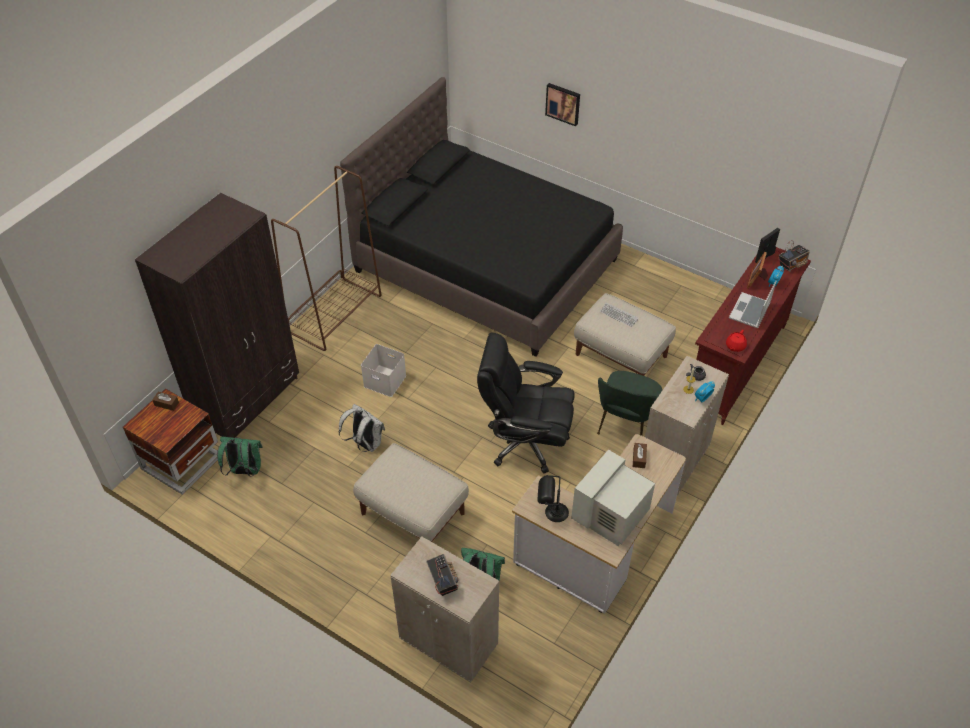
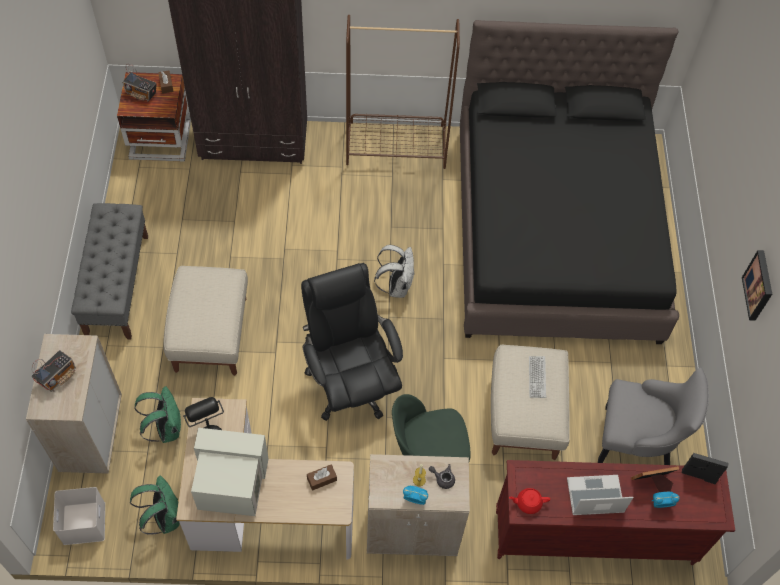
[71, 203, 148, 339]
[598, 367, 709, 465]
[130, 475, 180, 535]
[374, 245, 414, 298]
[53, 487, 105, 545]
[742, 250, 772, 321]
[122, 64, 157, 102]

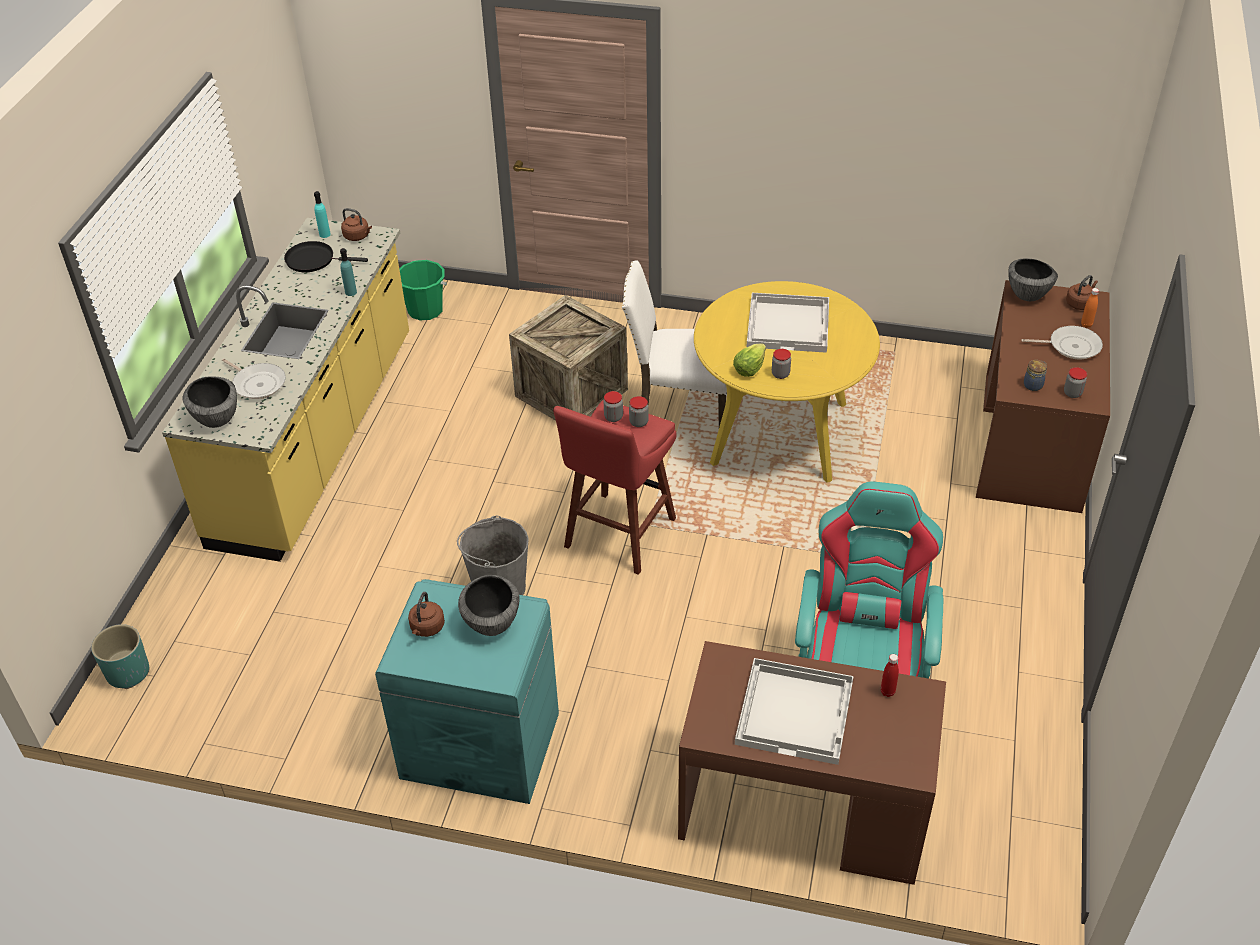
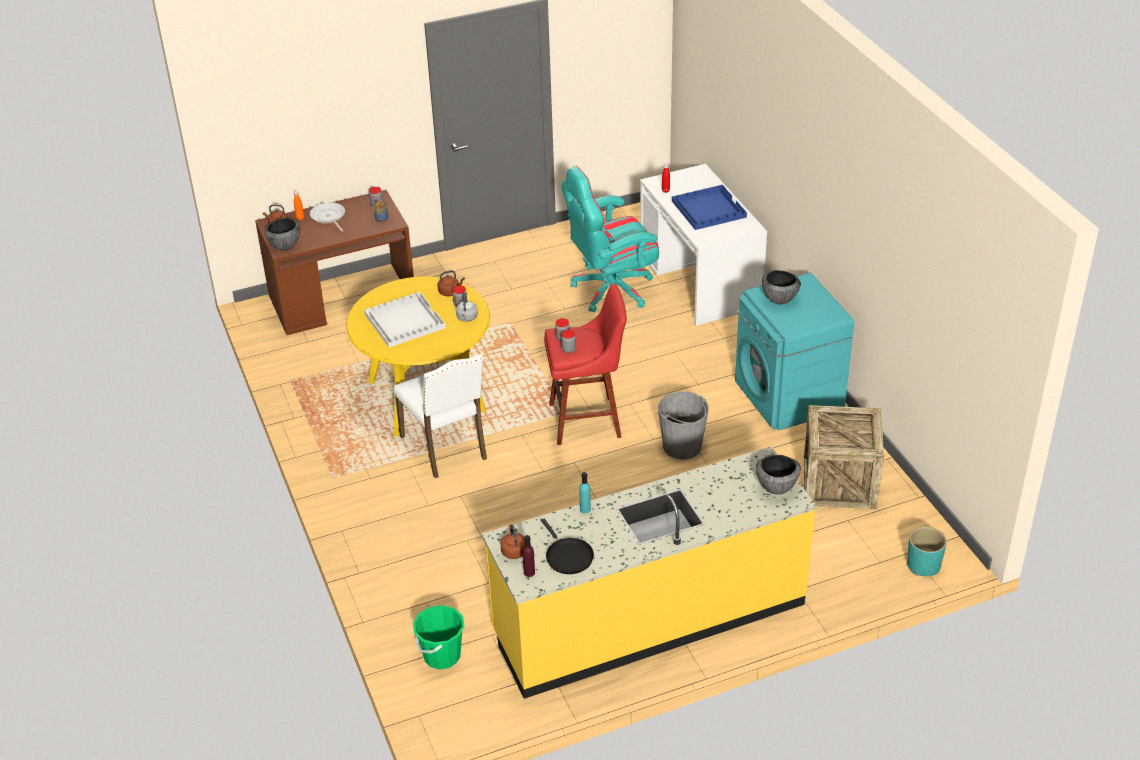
[222, 358, 286, 399] (first image)
[438, 270, 465, 296]
[804, 405, 884, 509]
[456, 293, 478, 322]
[523, 535, 535, 577]
[640, 164, 767, 326]
[672, 185, 747, 230]

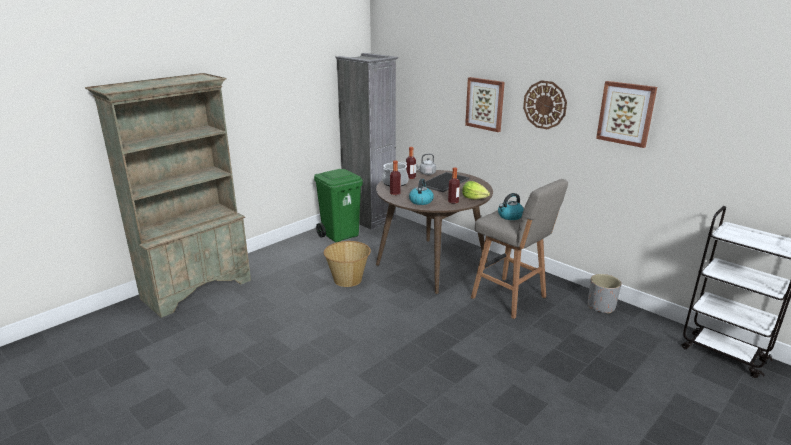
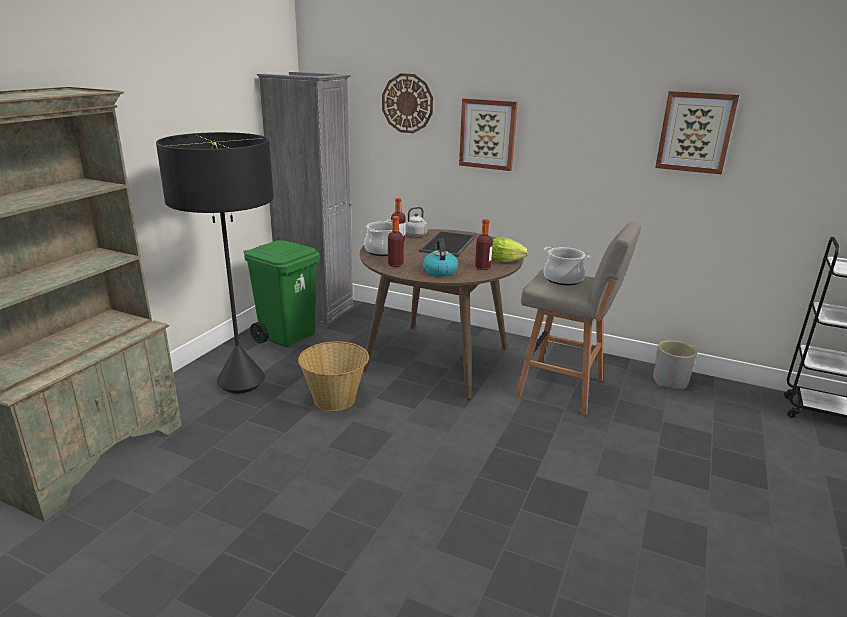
[156, 132, 274, 393]
[382, 73, 433, 133]
[544, 247, 590, 285]

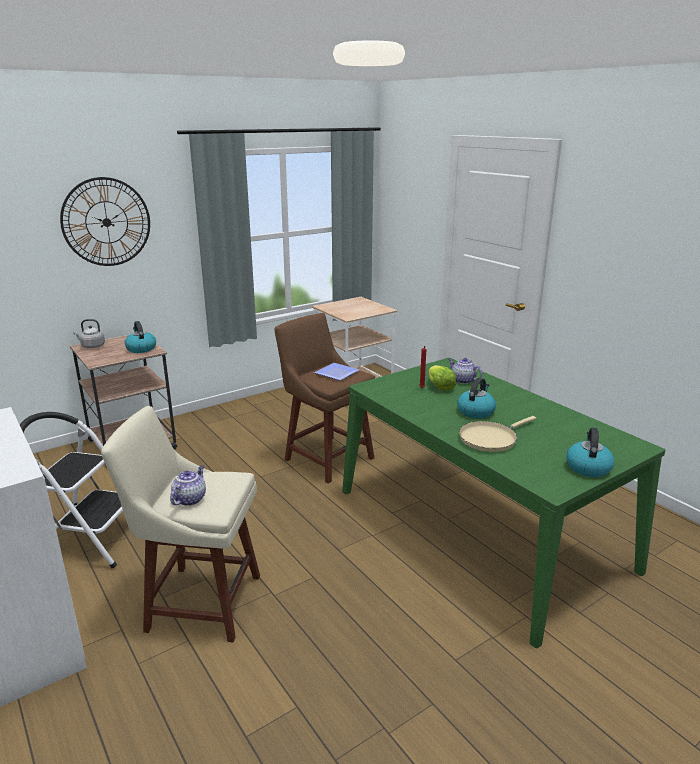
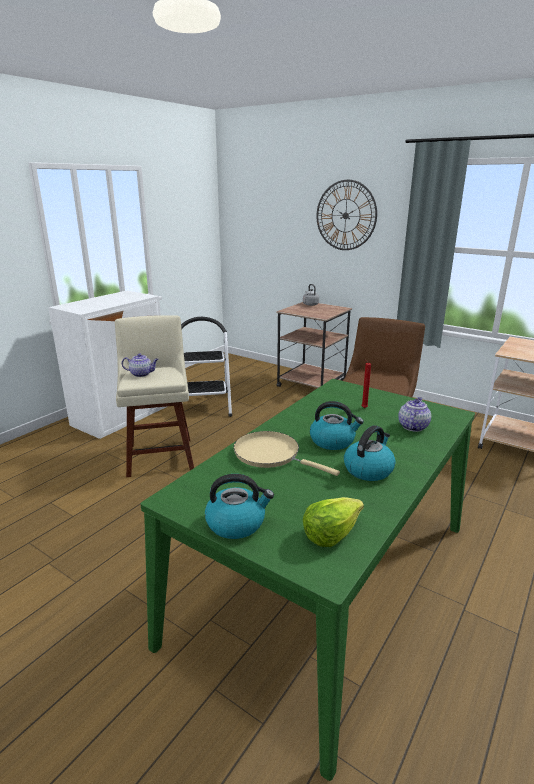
[314, 363, 360, 380] (first image)
[344, 425, 396, 481]
[303, 497, 364, 547]

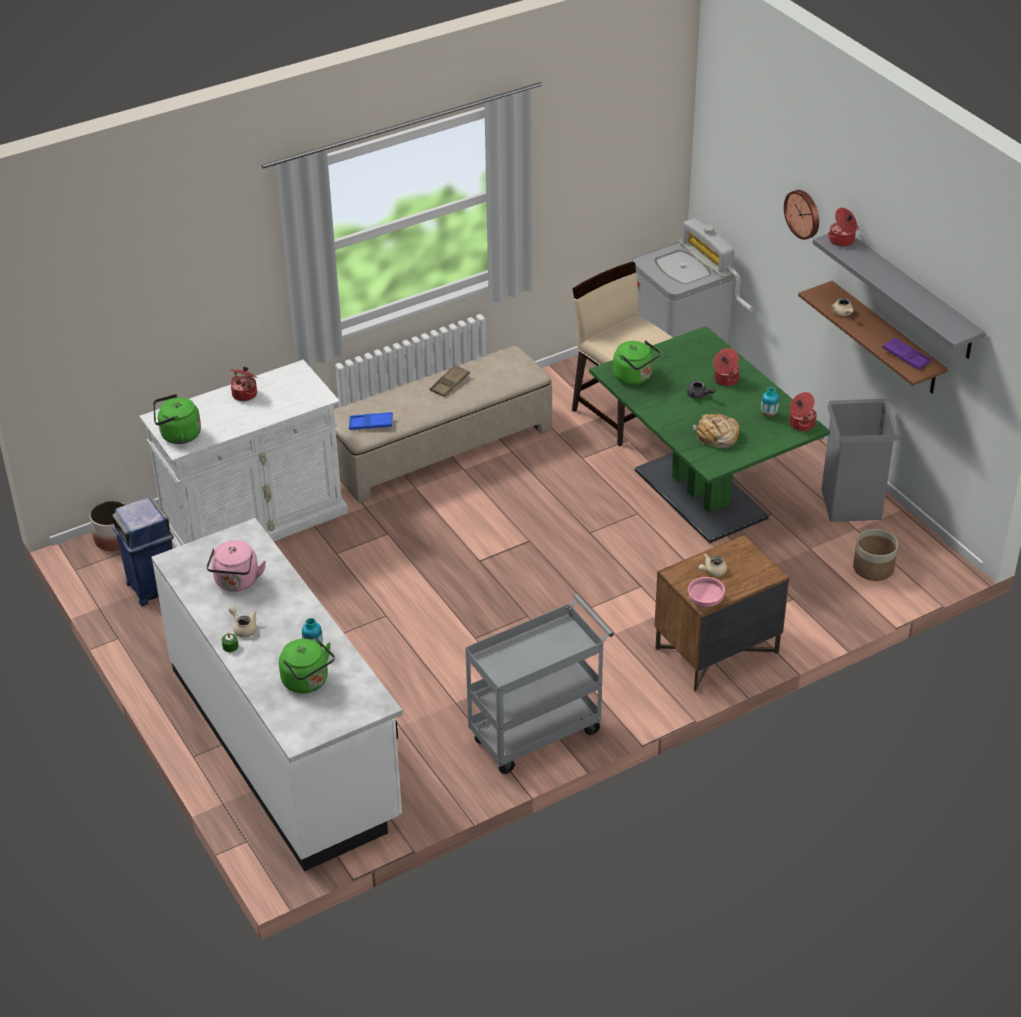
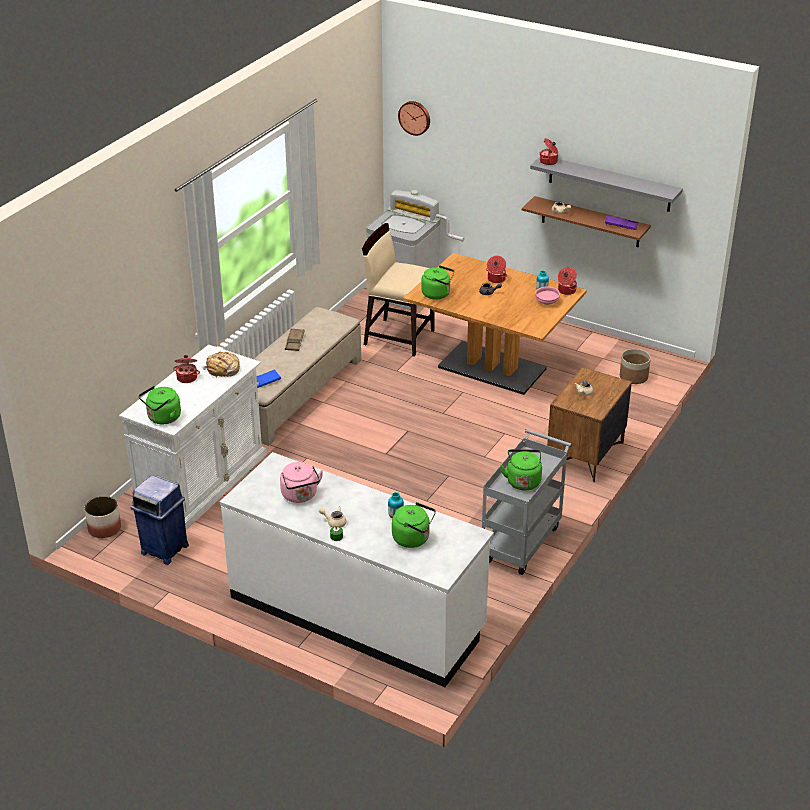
[821, 399, 898, 522] (first image)
[500, 449, 542, 490]
[535, 286, 560, 305]
[202, 352, 240, 378]
[398, 101, 430, 136]
[403, 253, 587, 395]

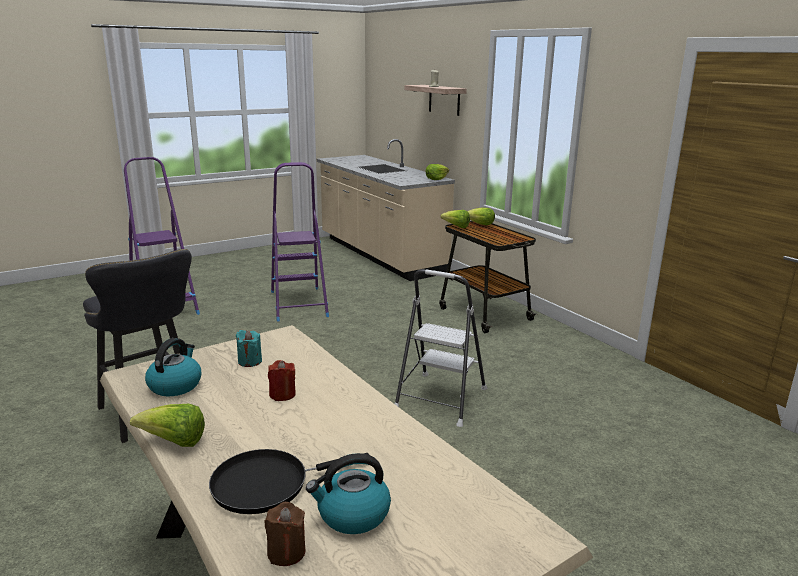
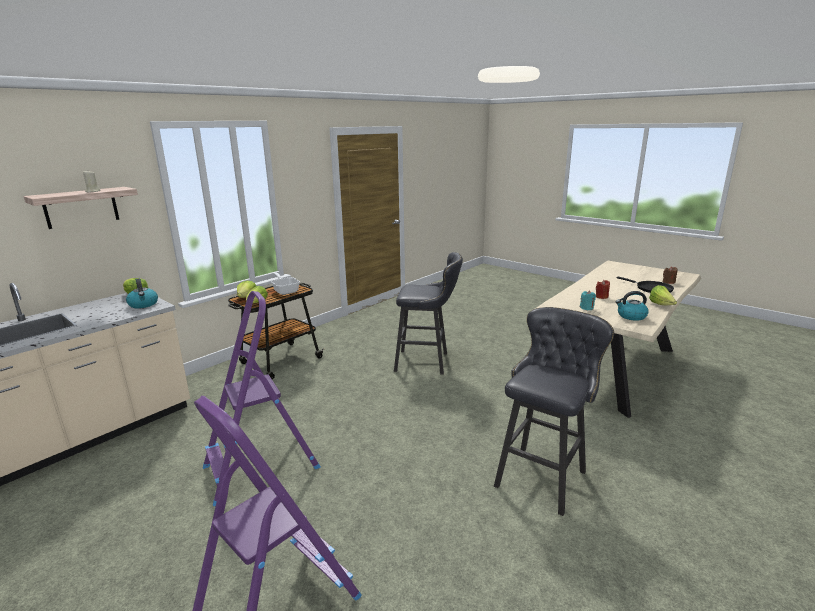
[271, 272, 300, 295]
[126, 278, 158, 308]
[394, 252, 463, 375]

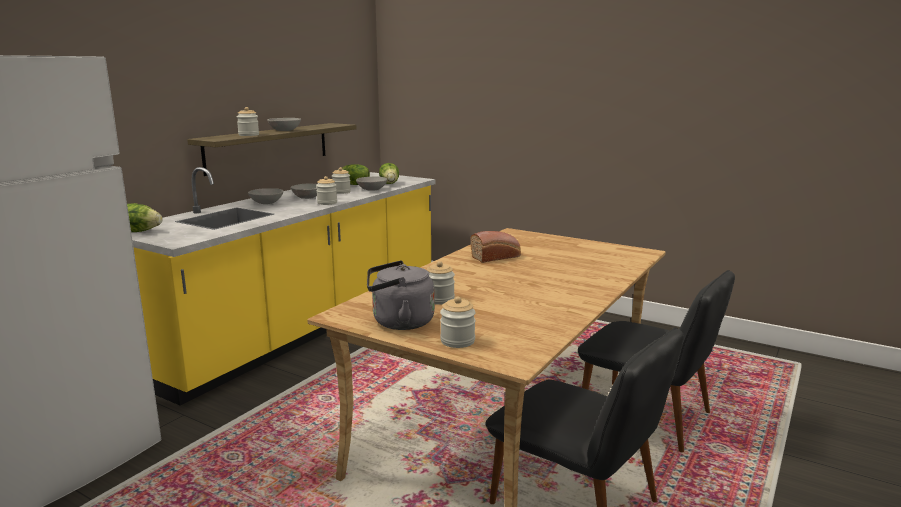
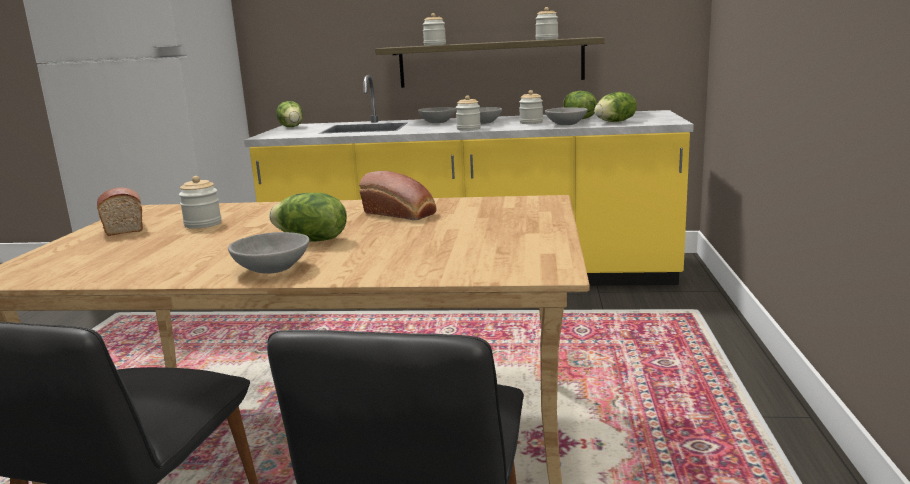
[269, 193, 347, 242]
[228, 232, 309, 274]
[535, 7, 558, 40]
[97, 188, 143, 236]

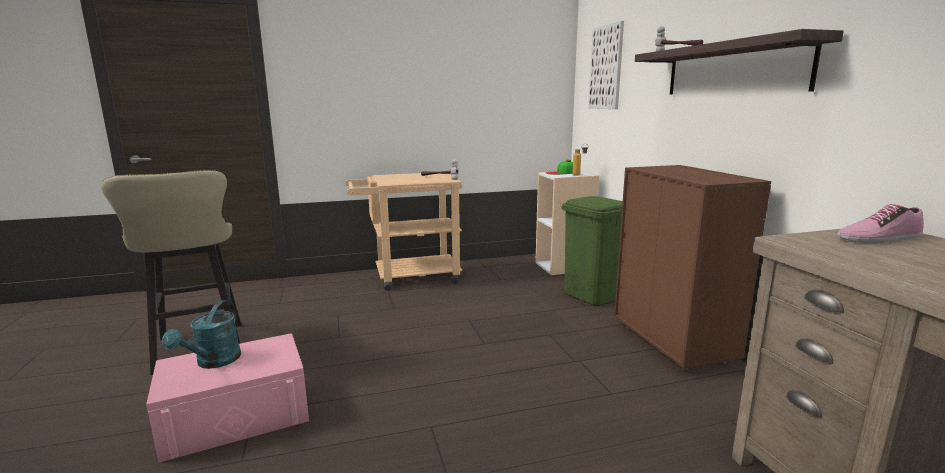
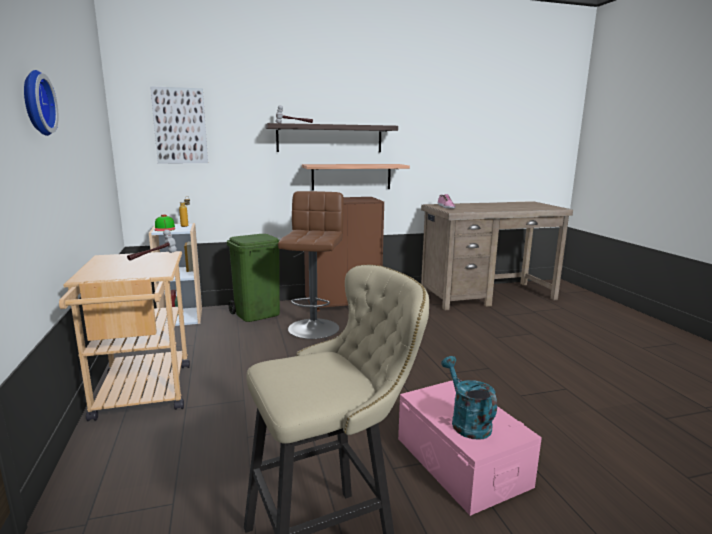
[24, 70, 58, 136]
[278, 191, 344, 339]
[302, 164, 410, 191]
[441, 356, 497, 440]

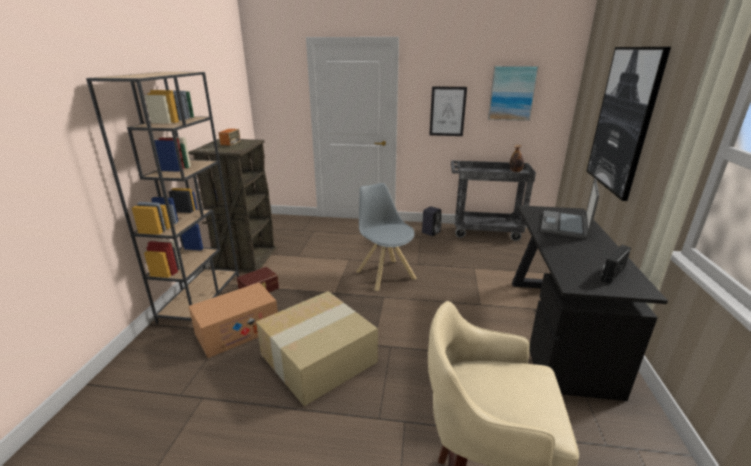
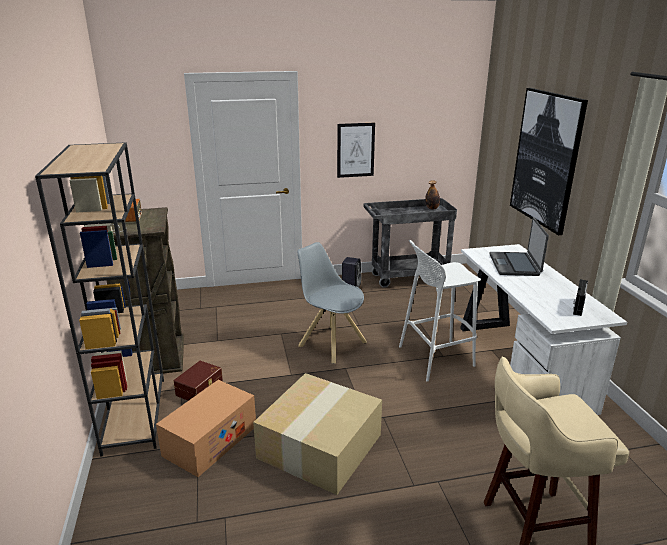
[488, 66, 539, 121] (first image)
[399, 240, 481, 382]
[460, 244, 627, 415]

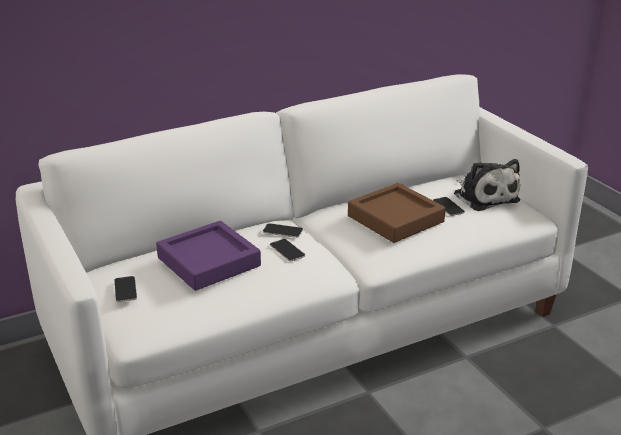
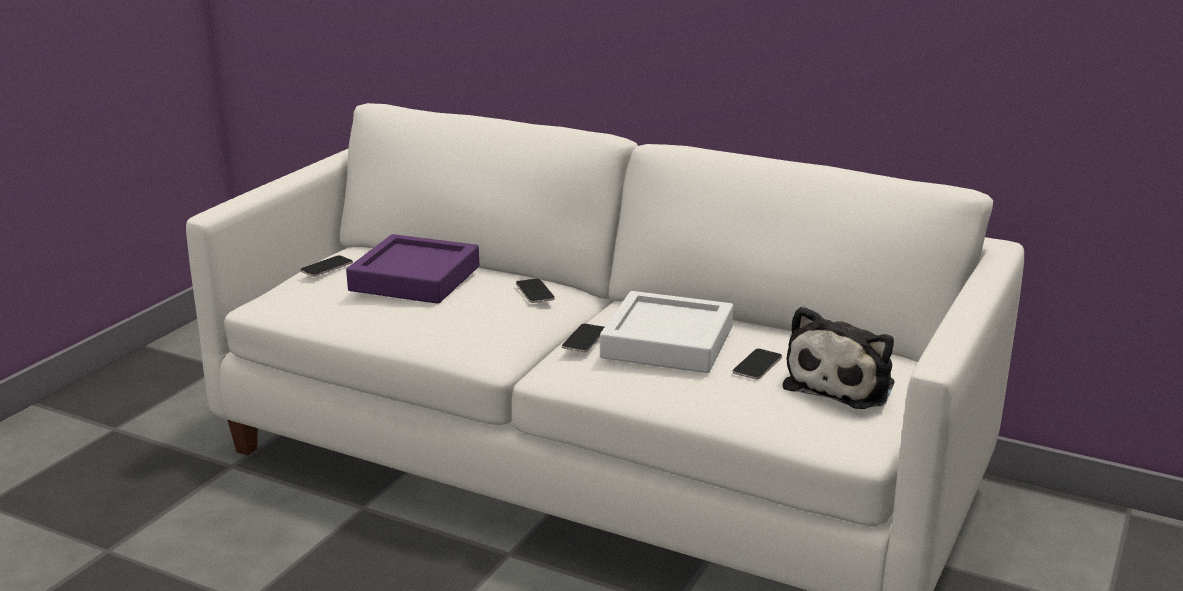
[562, 323, 604, 352]
[600, 291, 733, 373]

